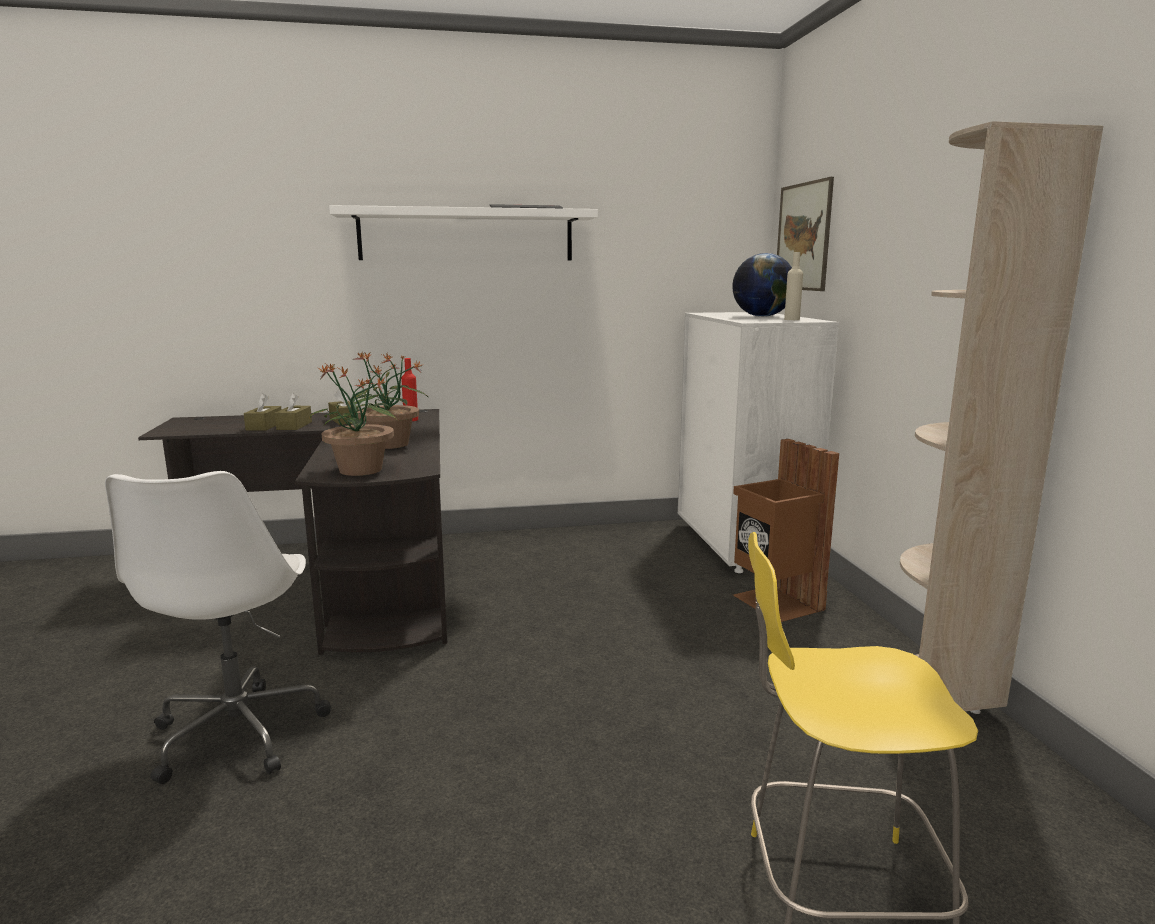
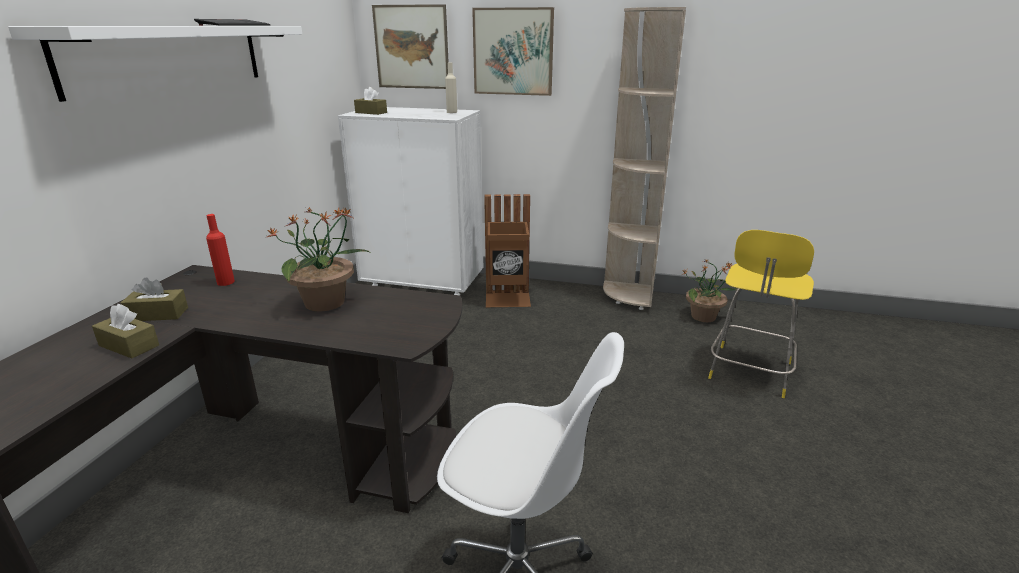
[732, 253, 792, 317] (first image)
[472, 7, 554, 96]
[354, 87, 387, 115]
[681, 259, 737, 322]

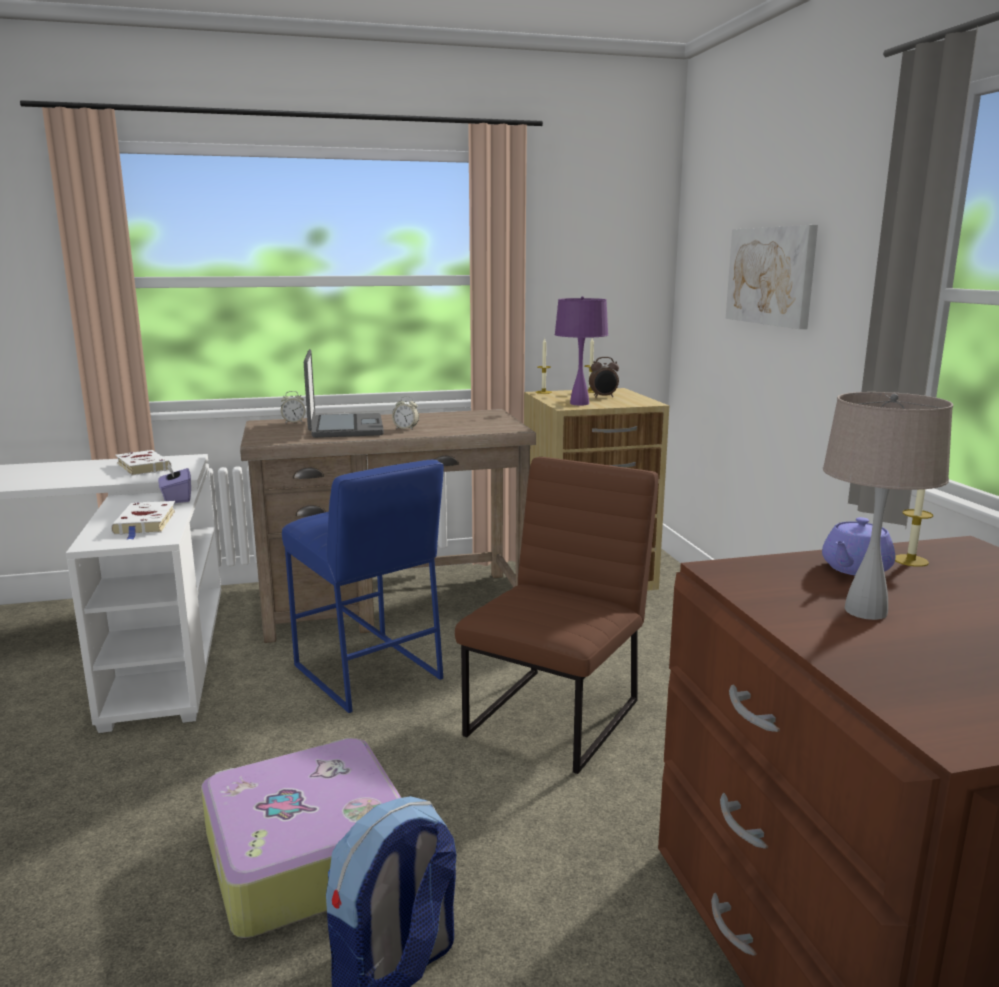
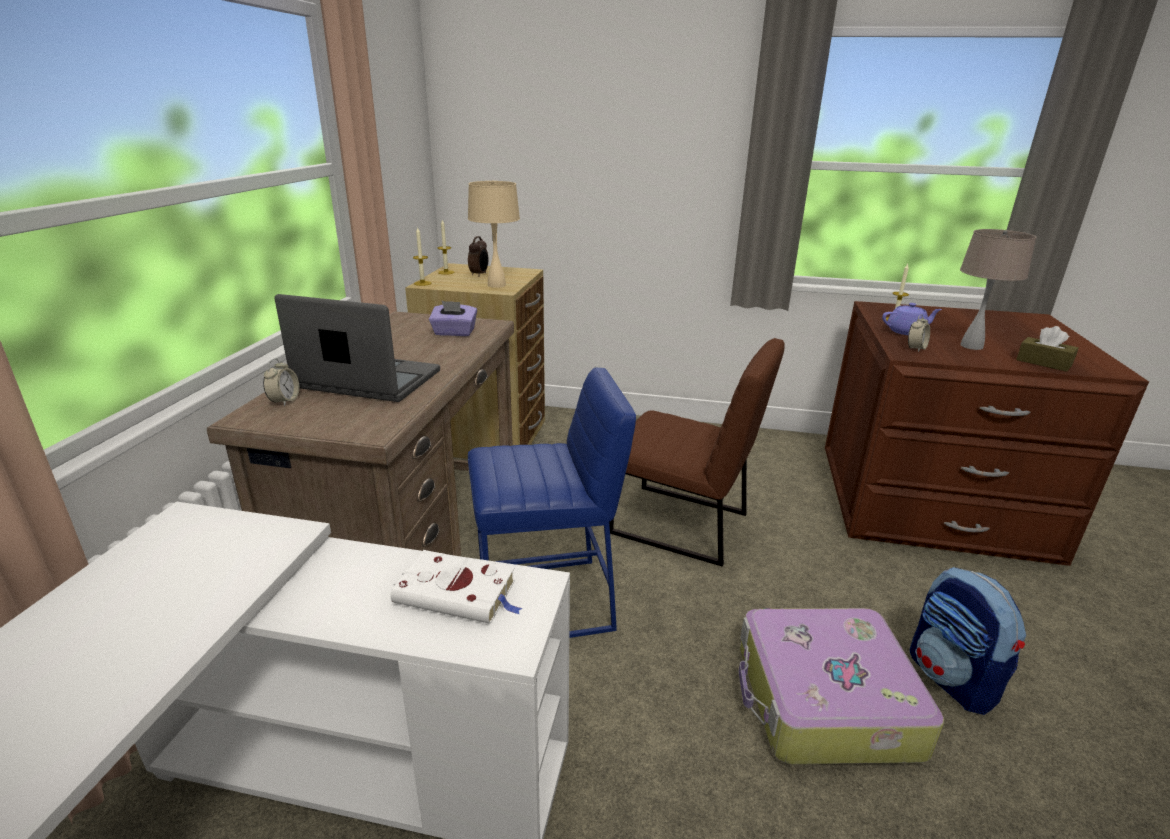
[115, 450, 171, 476] (first image)
[726, 225, 818, 329] (first image)
[1016, 326, 1078, 372]
[429, 301, 477, 336]
[908, 314, 930, 352]
[468, 180, 520, 288]
[609, 338, 785, 567]
[882, 303, 942, 335]

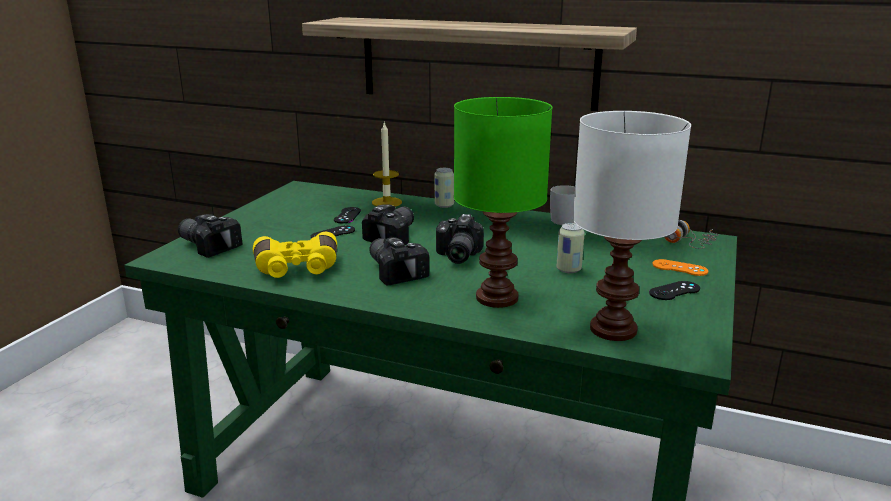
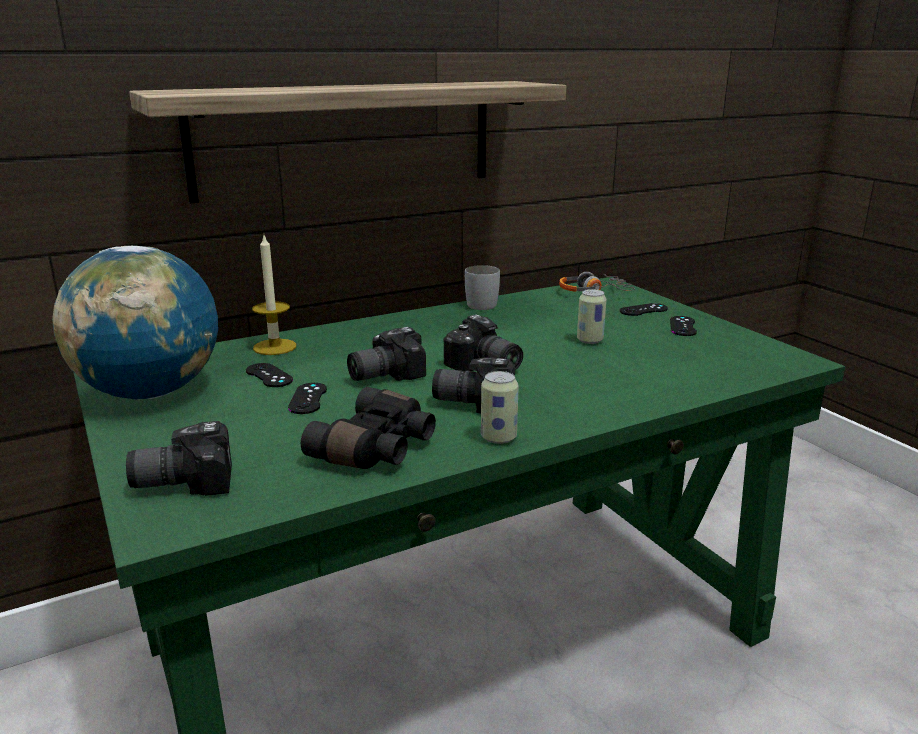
[454, 97, 553, 308] (first image)
[573, 111, 691, 341] (first image)
[52, 246, 218, 400]
[481, 371, 519, 444]
[301, 387, 436, 469]
[620, 303, 668, 316]
[347, 327, 426, 381]

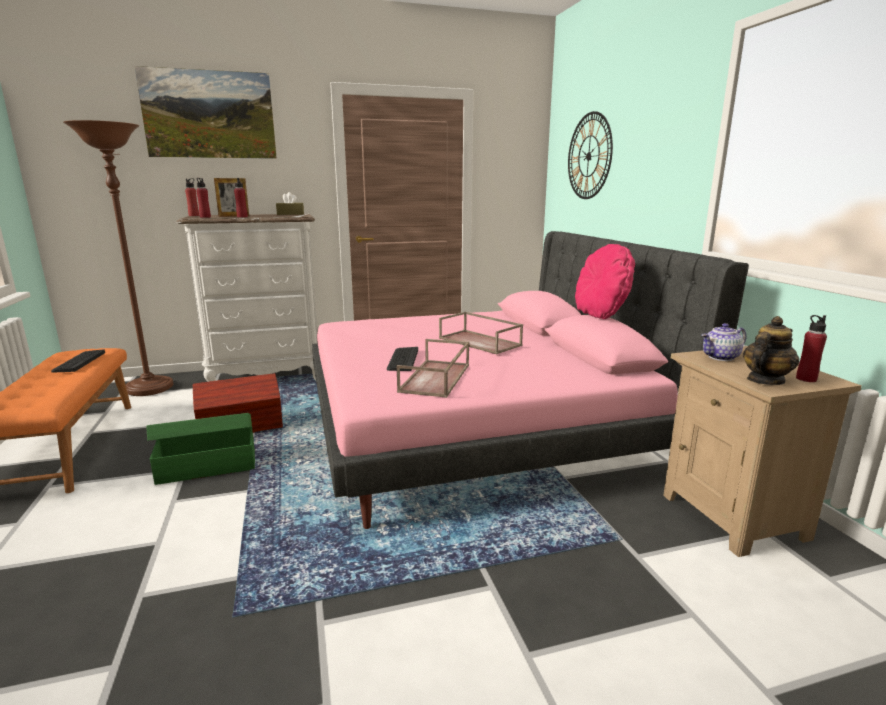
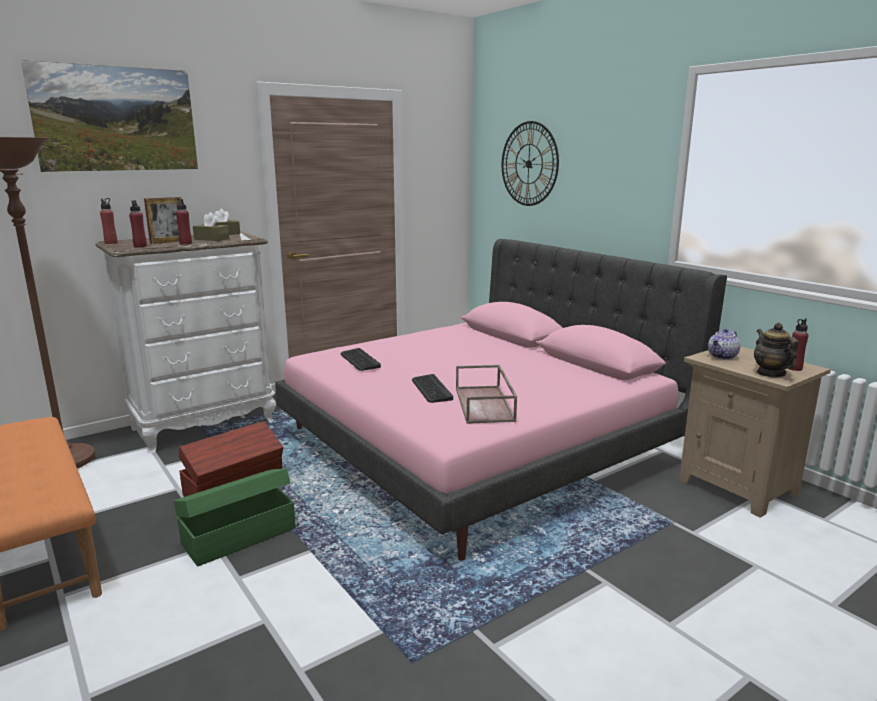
[439, 312, 523, 354] (first image)
[575, 244, 635, 319] (first image)
[193, 212, 229, 241]
[341, 348, 381, 371]
[754, 323, 799, 377]

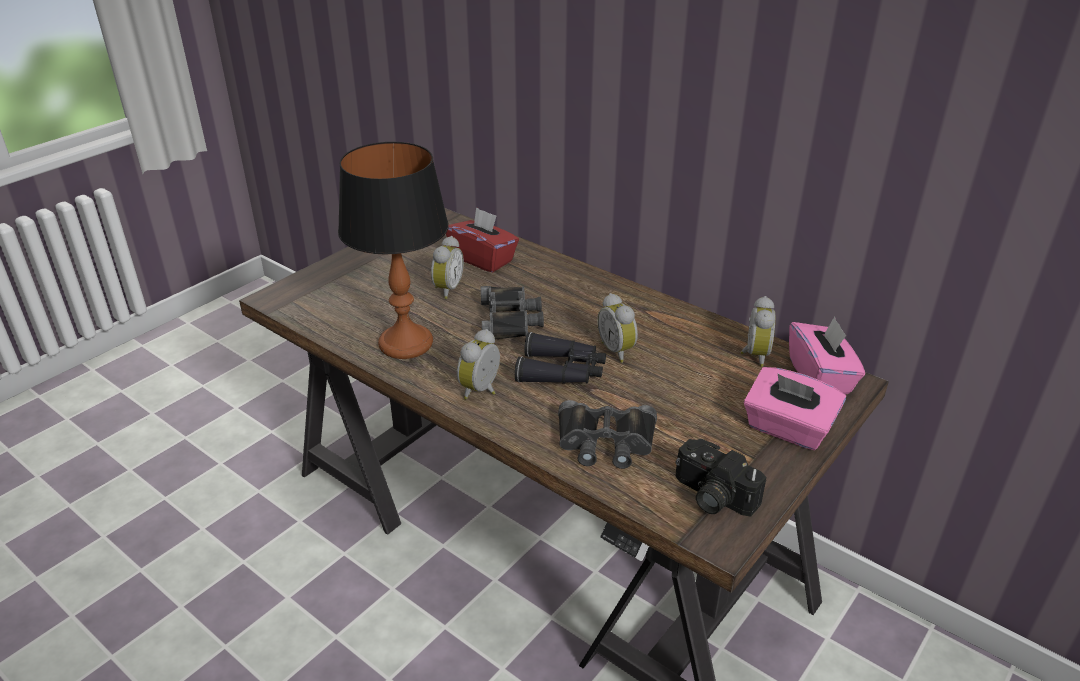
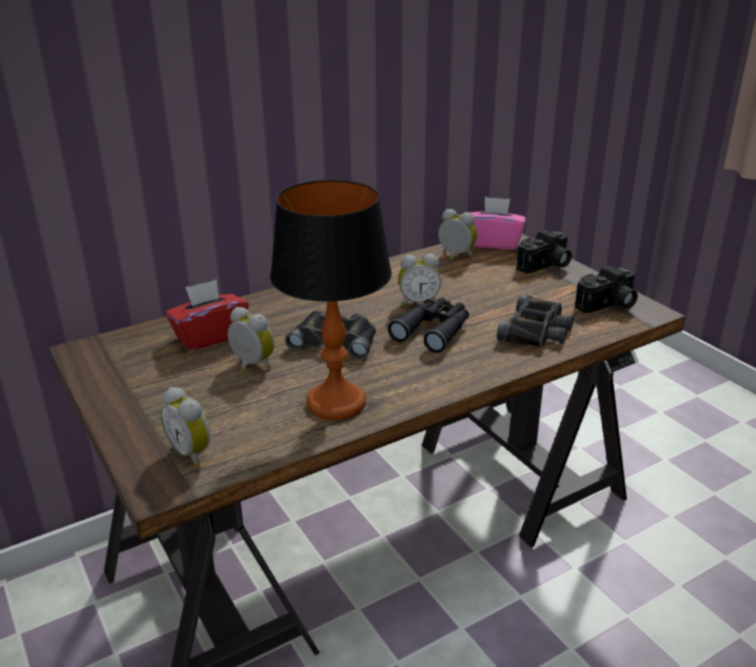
[160, 387, 211, 467]
[516, 230, 572, 274]

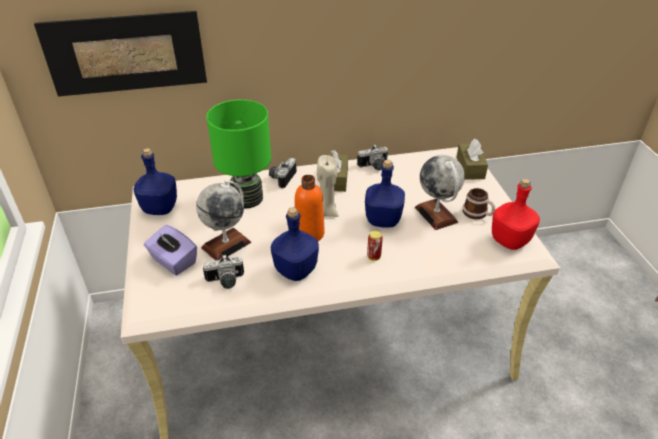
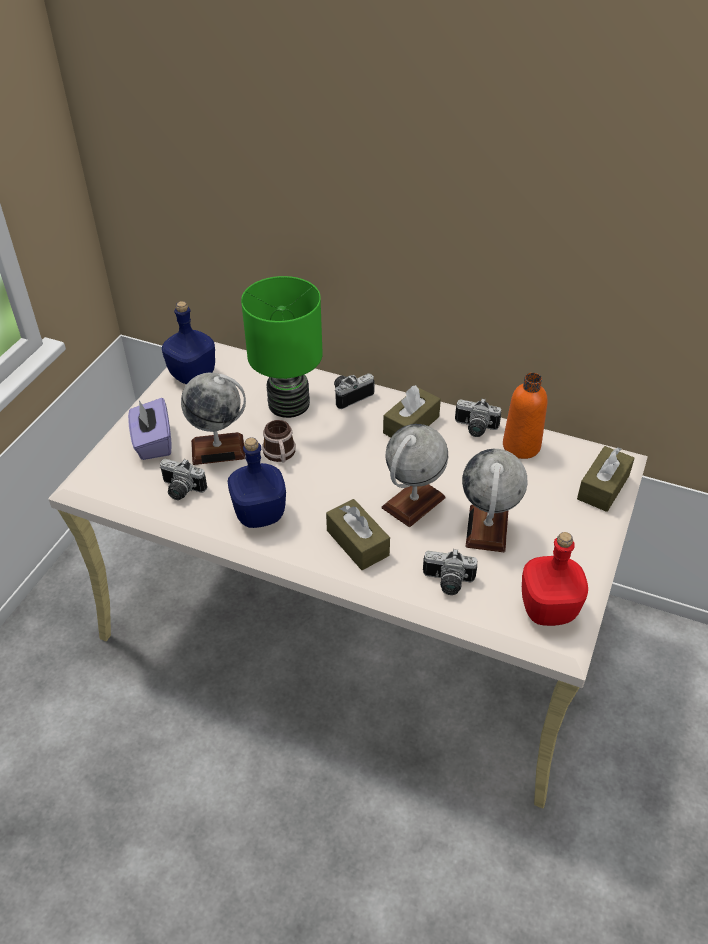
[34, 11, 207, 97] (first image)
[317, 155, 339, 217] (first image)
[423, 549, 477, 595]
[503, 373, 548, 459]
[262, 420, 296, 463]
[382, 424, 448, 527]
[326, 499, 390, 570]

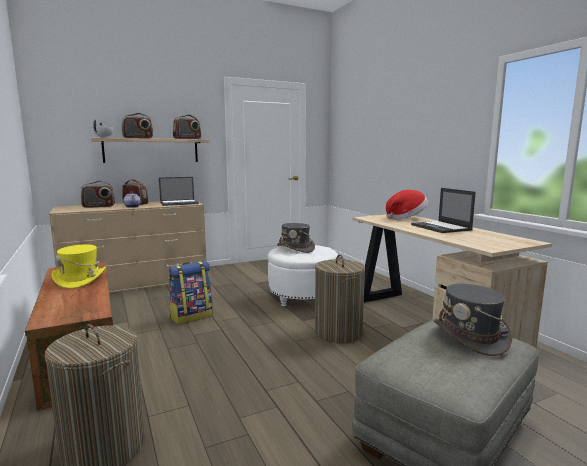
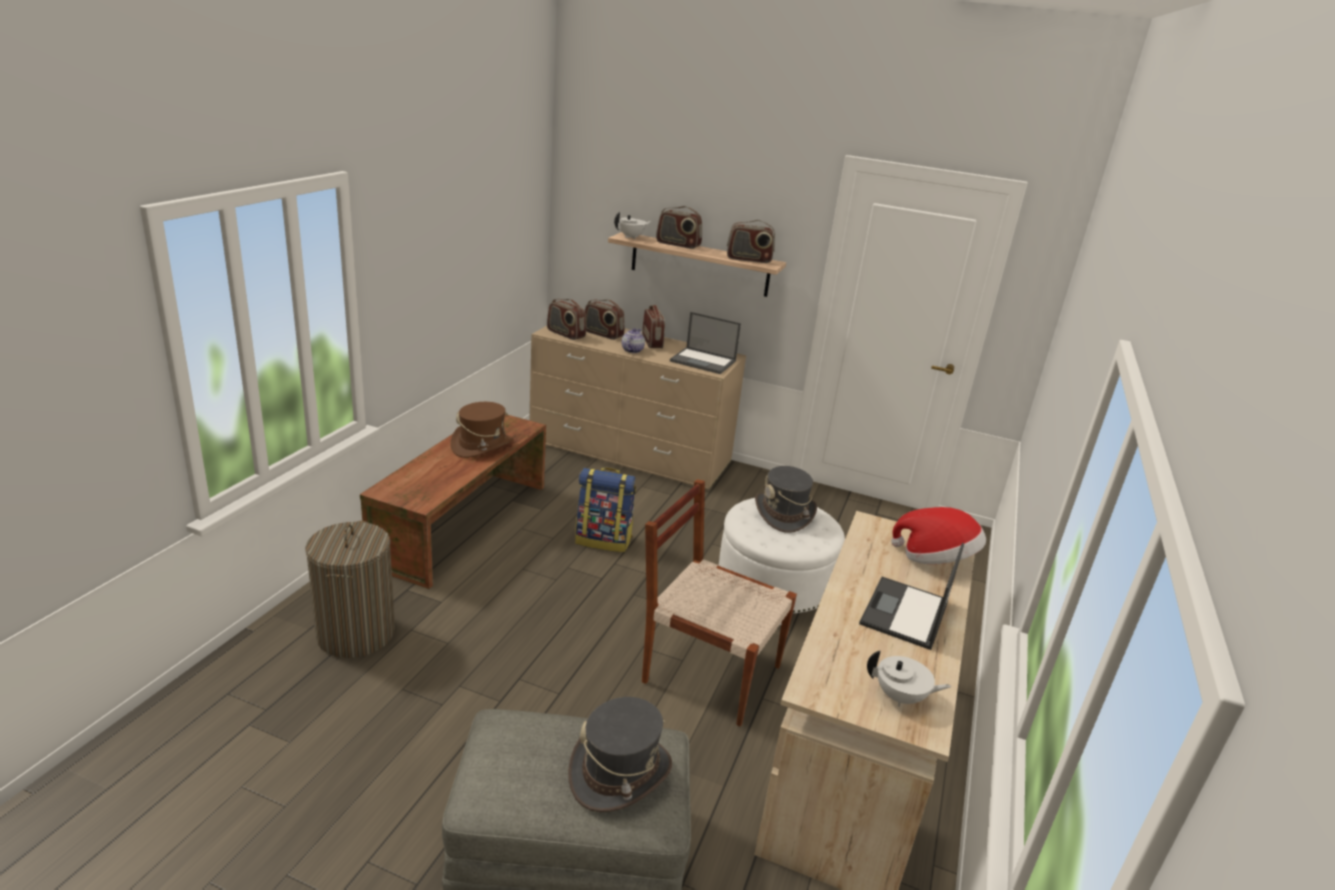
[547, 299, 586, 340]
[867, 650, 951, 707]
[642, 479, 797, 726]
[451, 402, 514, 458]

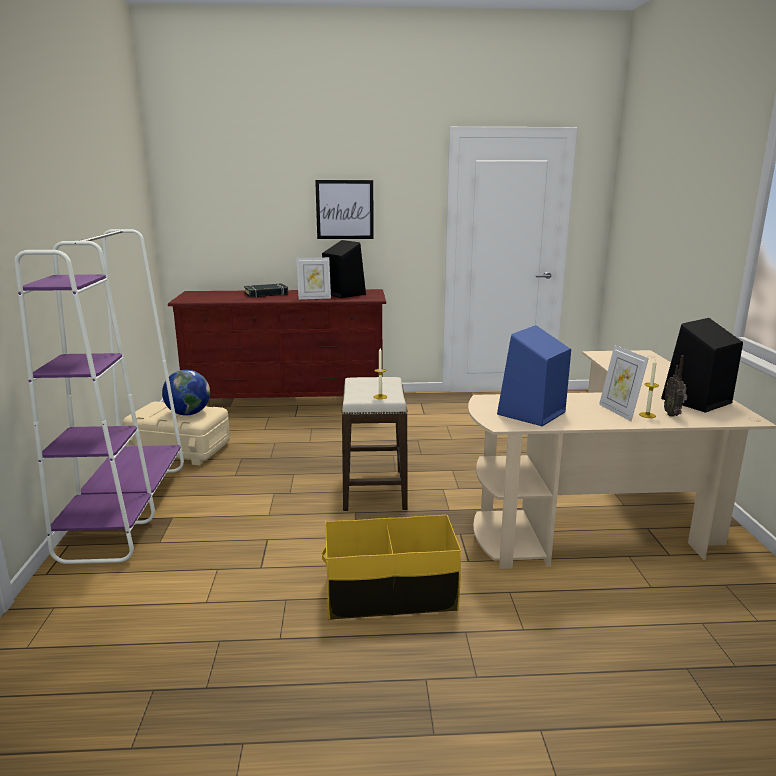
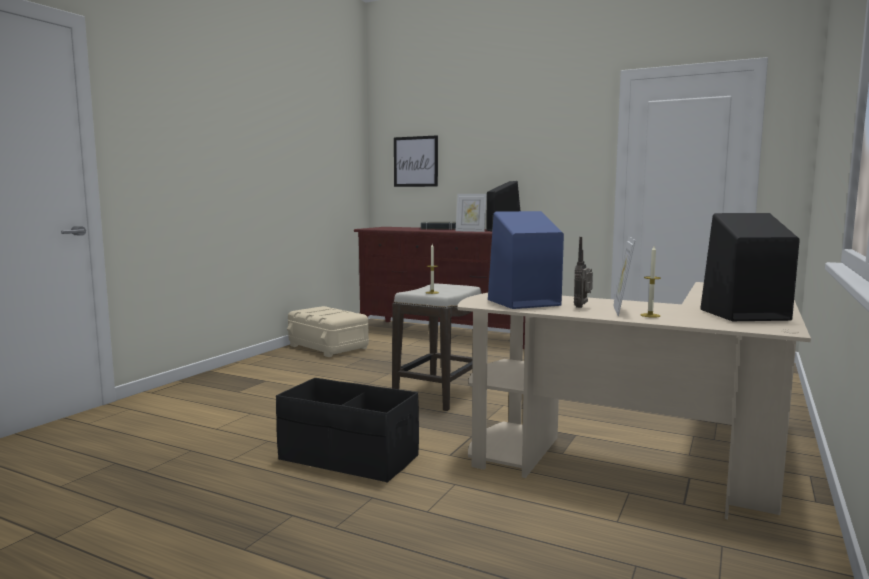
[14, 229, 184, 564] (first image)
[162, 370, 210, 416] (first image)
[394, 135, 438, 187]
[574, 237, 593, 308]
[276, 378, 419, 483]

